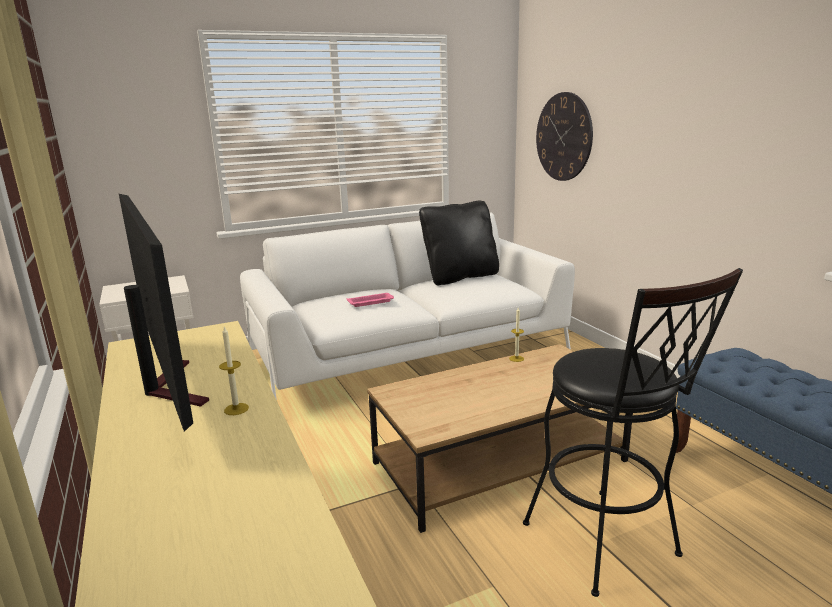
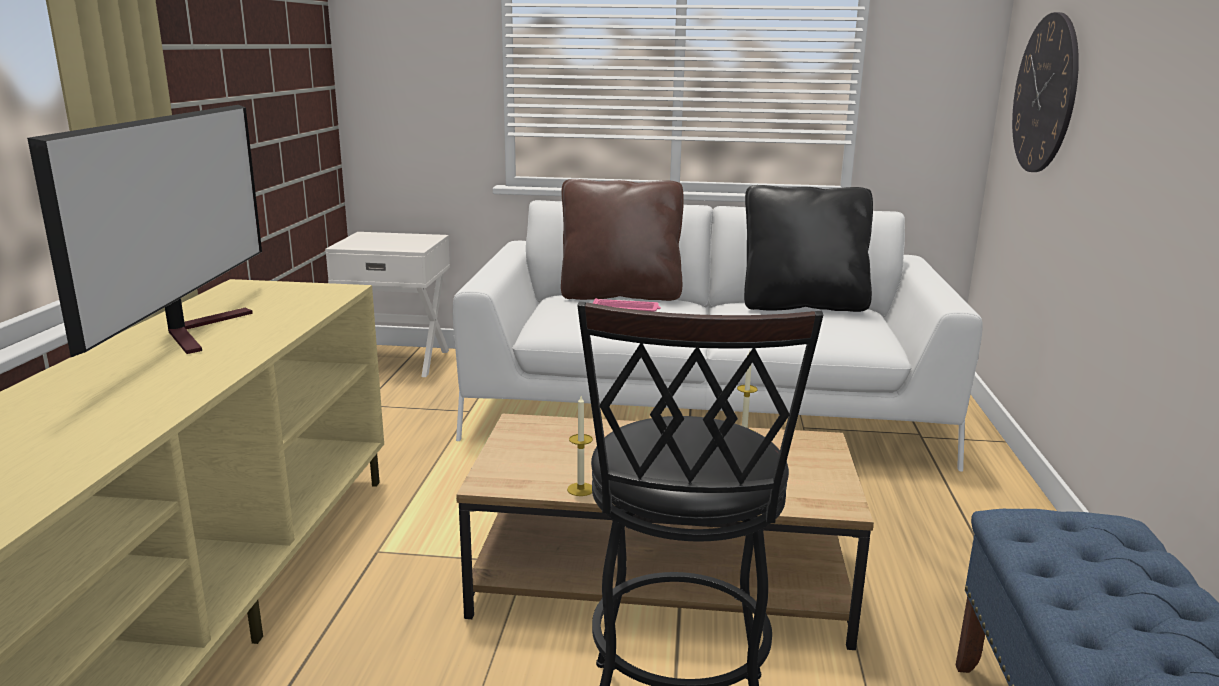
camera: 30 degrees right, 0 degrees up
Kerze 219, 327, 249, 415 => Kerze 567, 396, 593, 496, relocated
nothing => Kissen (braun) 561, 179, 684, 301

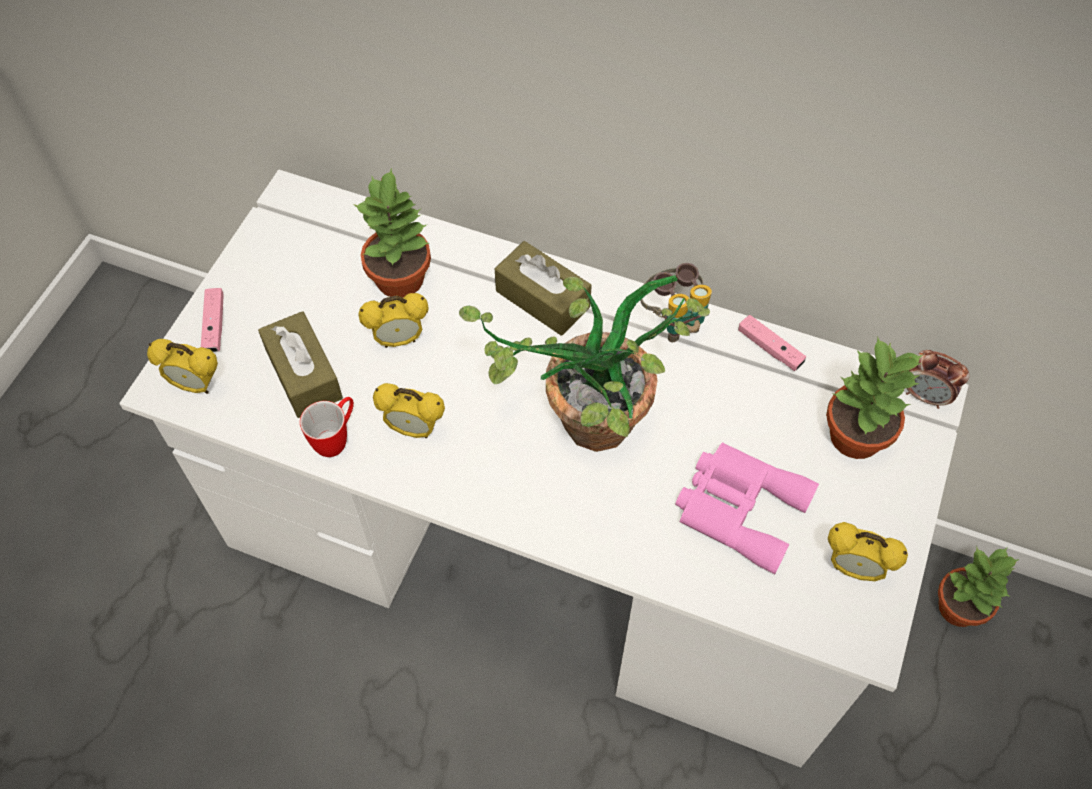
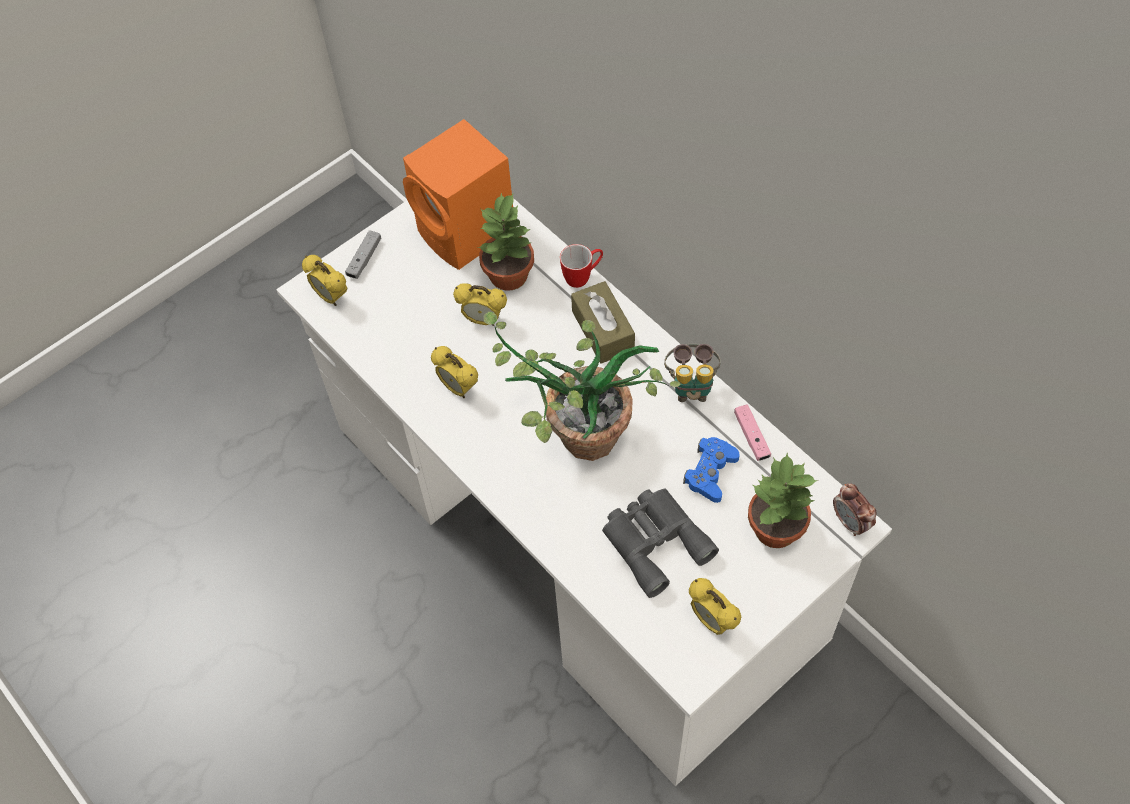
camera: 30 degrees right, 0 degrees up
Gamepad (rosa) 201, 288, 224, 352 => Gamepad (grau) 345, 231, 381, 279
Taschentuchbox (braun) 258, 311, 343, 418 => nothing
Henkelbecher 300, 397, 354, 457 => Henkelbecher 560, 244, 603, 288, relocated
Fernglas (rosa) 675, 442, 819, 574 => Fernglas (grau) 602, 488, 719, 598
Topfpflanze 938, 547, 1019, 627 => nothing
nothing => Lautsprecher (orange) 403, 119, 513, 270
nothing => Gamepad (blau) 683, 437, 740, 503

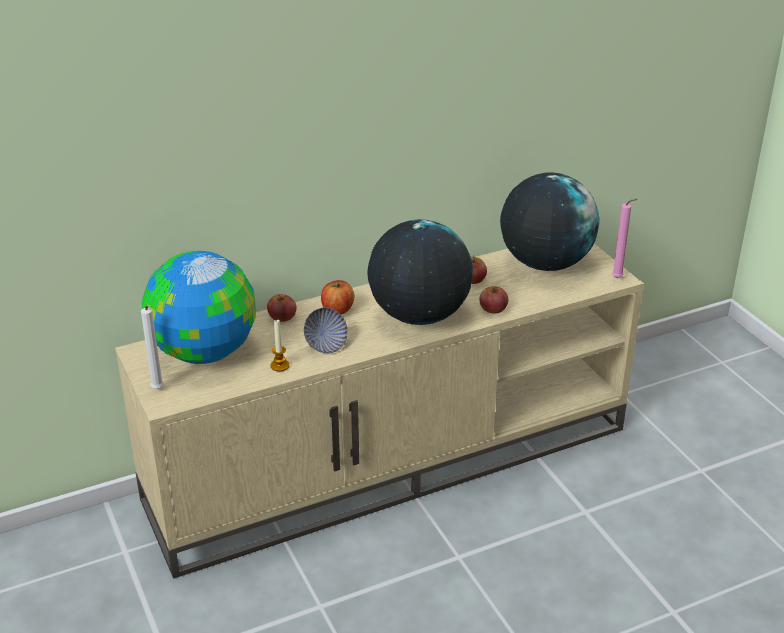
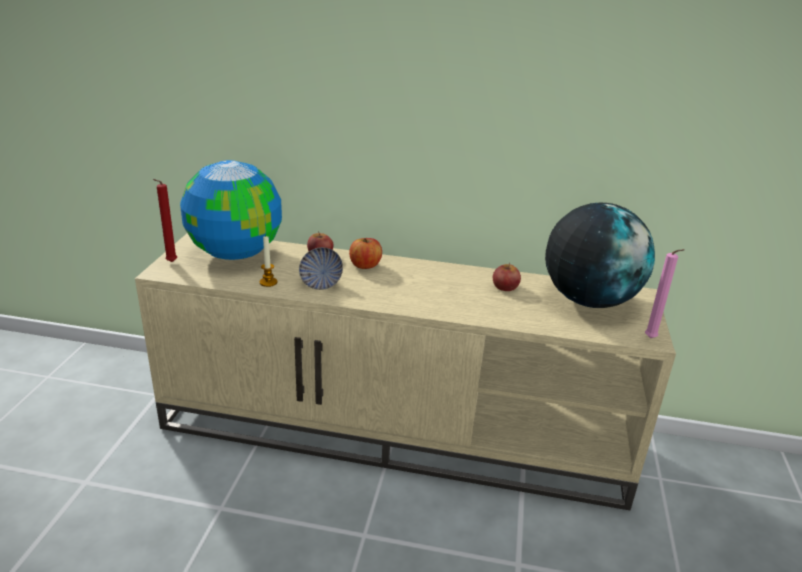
camera: 35 degrees right, 5 degrees down
Kerze (weiß) 141, 306, 164, 389 => Kerze (rot) 153, 179, 177, 262
Globus 367, 219, 473, 325 => nothing
Apfel 479, 286, 508, 314 => nothing

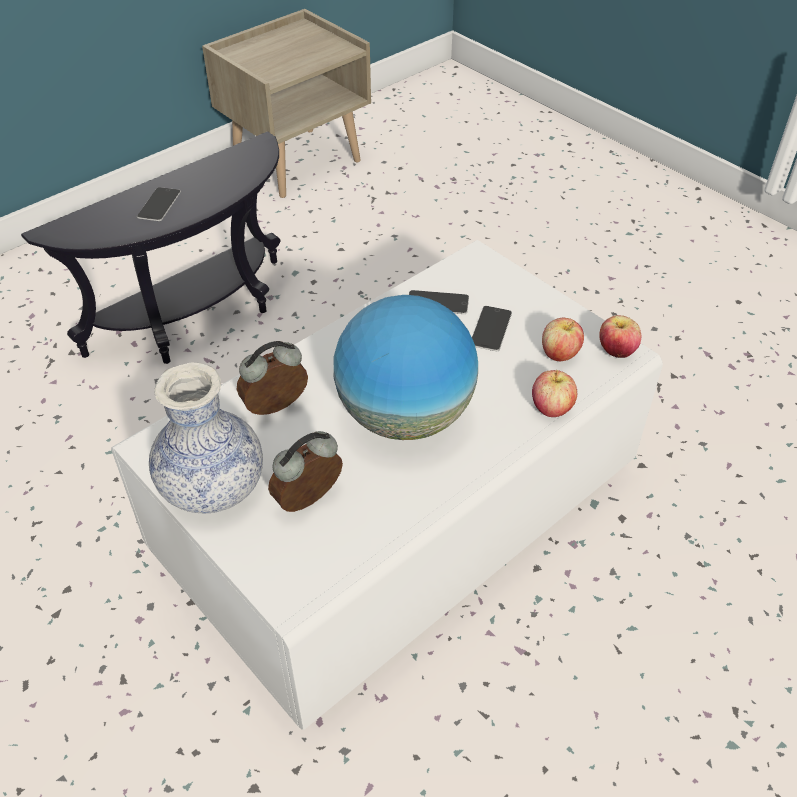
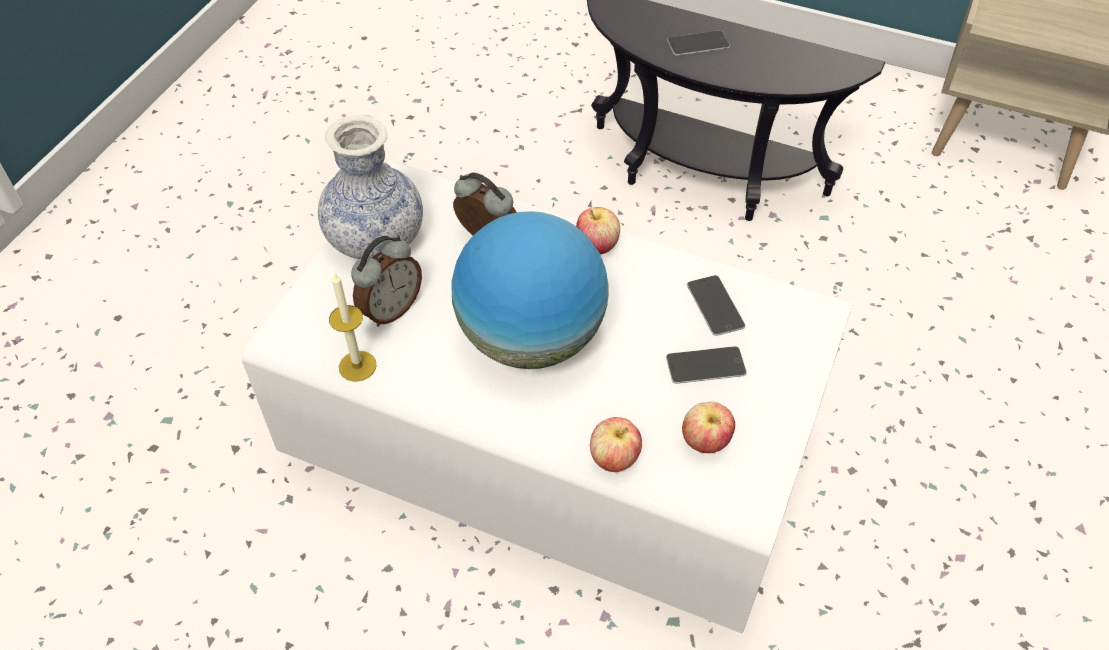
camera: 65 degrees right, 5 degrees up
Wecker 268, 431, 343, 512 => Wecker 351, 236, 422, 327, 105 degrees clockwise
Apfel 599, 315, 641, 358 => Apfel 576, 207, 620, 254, relocated
nothing => Kerze 329, 274, 377, 382

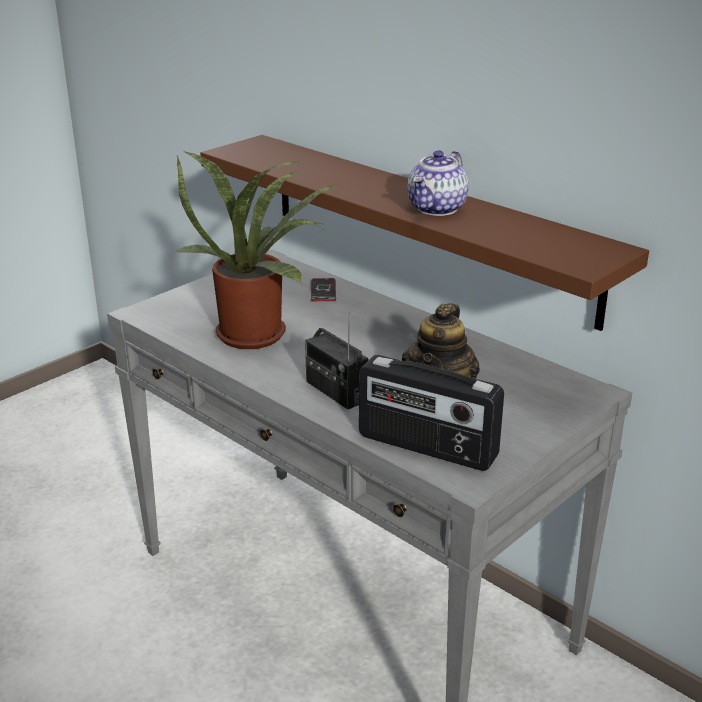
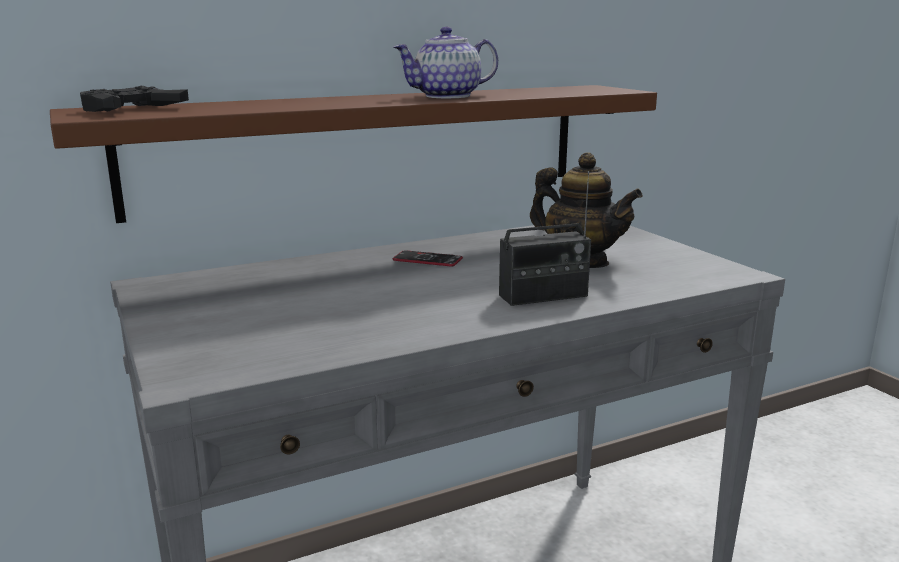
camera: 70 degrees left, 10 degrees down
Topfpflanze 176, 151, 338, 349 => nothing
Handy 311, 278, 336, 301 => Handy 393, 250, 463, 266, relocated
Radio 359, 355, 504, 471 => nothing
Teekanne 407, 150, 469, 216 => Teekanne 393, 27, 498, 98, 105 degrees clockwise
nothing => Gamepad (schwarz) 80, 86, 189, 112

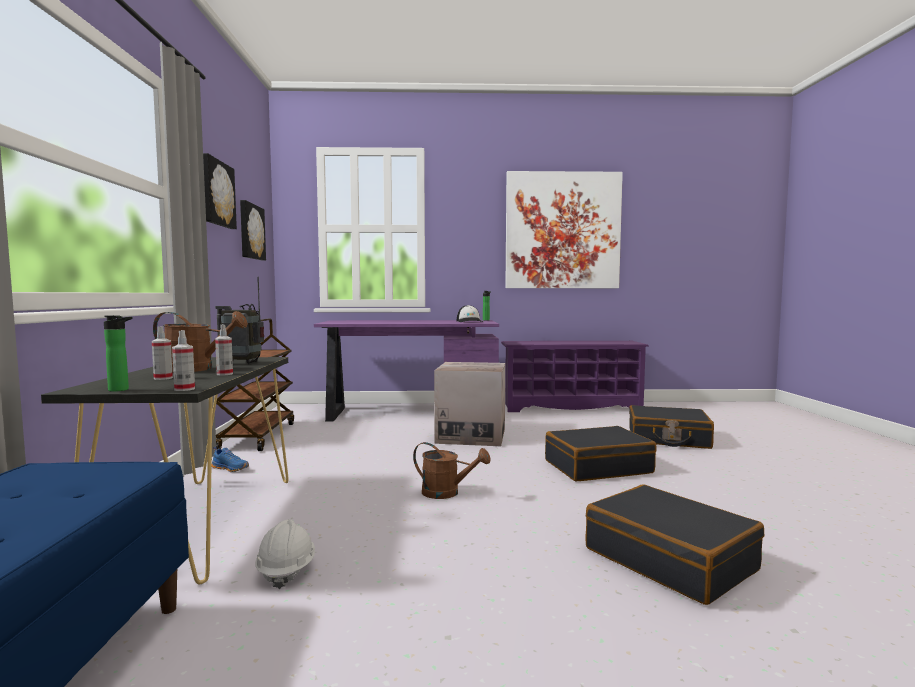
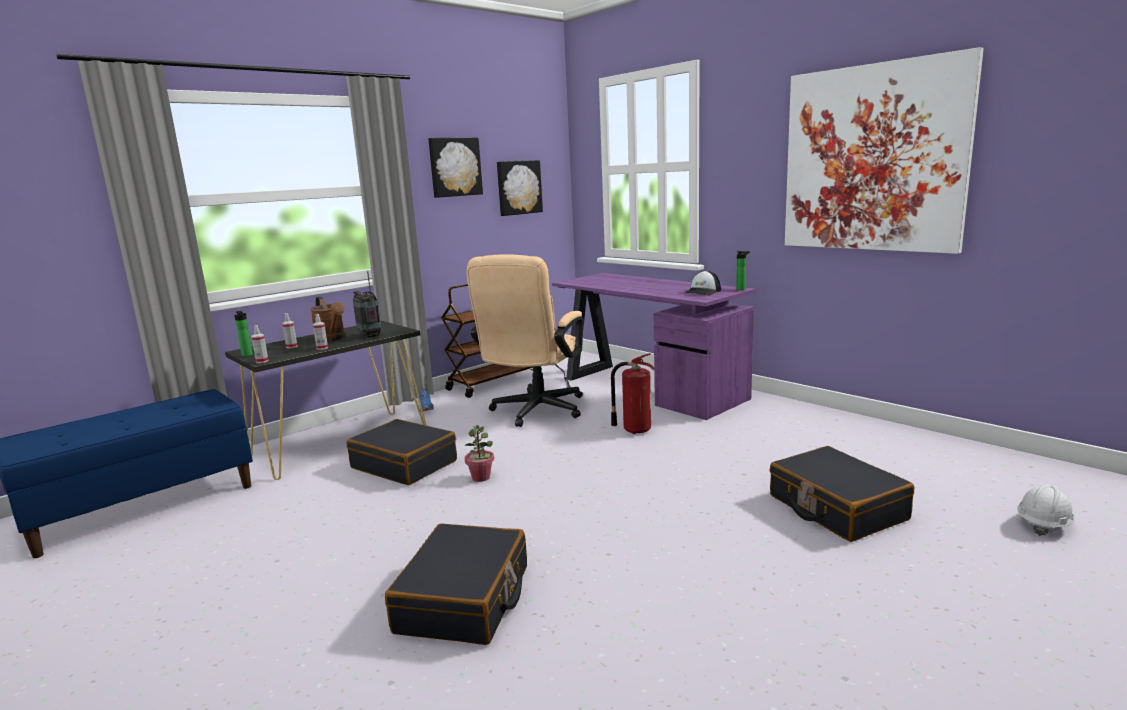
camera: 50 degrees right, 10 degrees up
Schutzhelm (weiß) 255, 519, 315, 589 => Schutzhelm (weiß) 1017, 484, 1075, 536, relocated
Gießkanne (braun) 413, 442, 490, 499 => Topfpflanze 464, 425, 494, 482
Karton 434, 362, 505, 446 => Feuerlöscher 611, 353, 655, 434
Schuhregal (lila) 501, 341, 649, 412 => nothing
Koffer (schwarz) 545, 426, 656, 482 => Koffer (schwarz) 347, 419, 457, 485, relocated
nothing => Bürostuhl (beige) 467, 254, 583, 427

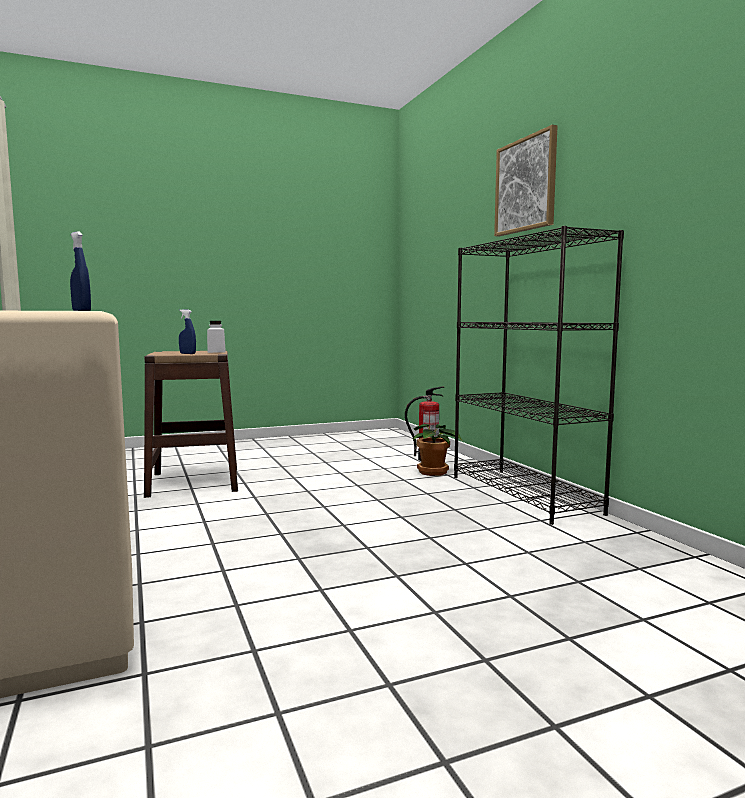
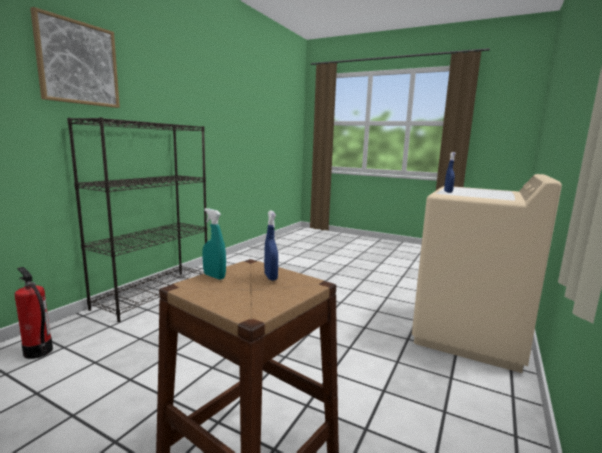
camera: 130 degrees left, 5 degrees up
Vorratsglas (weiß) 207, 321, 226, 353 => Sprühflasche (türkis) 202, 208, 226, 280
Topfpflanze 413, 424, 462, 476 => nothing

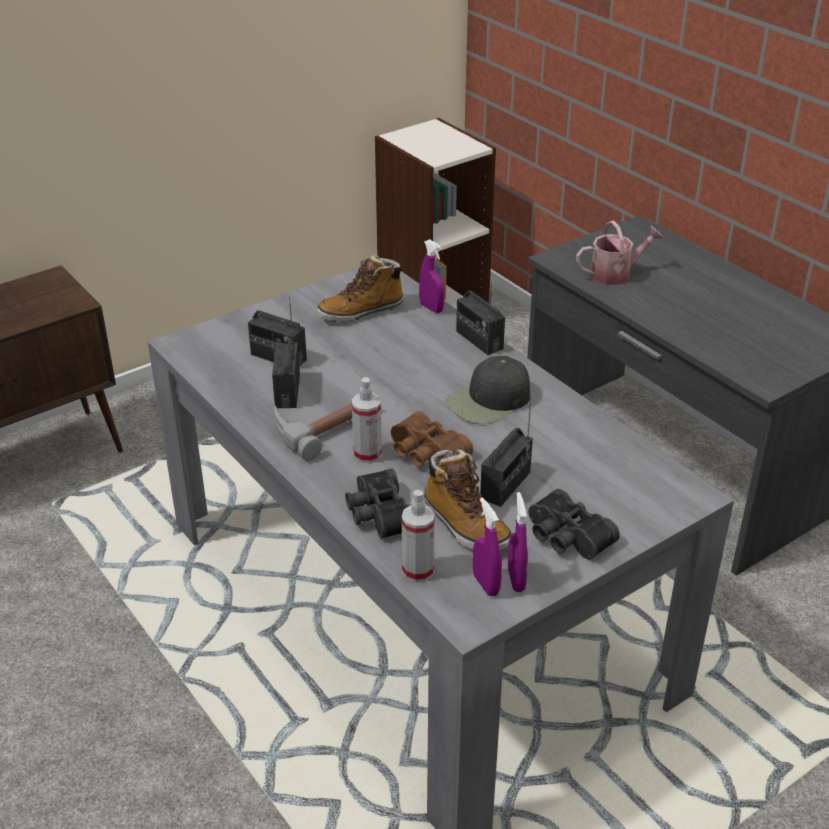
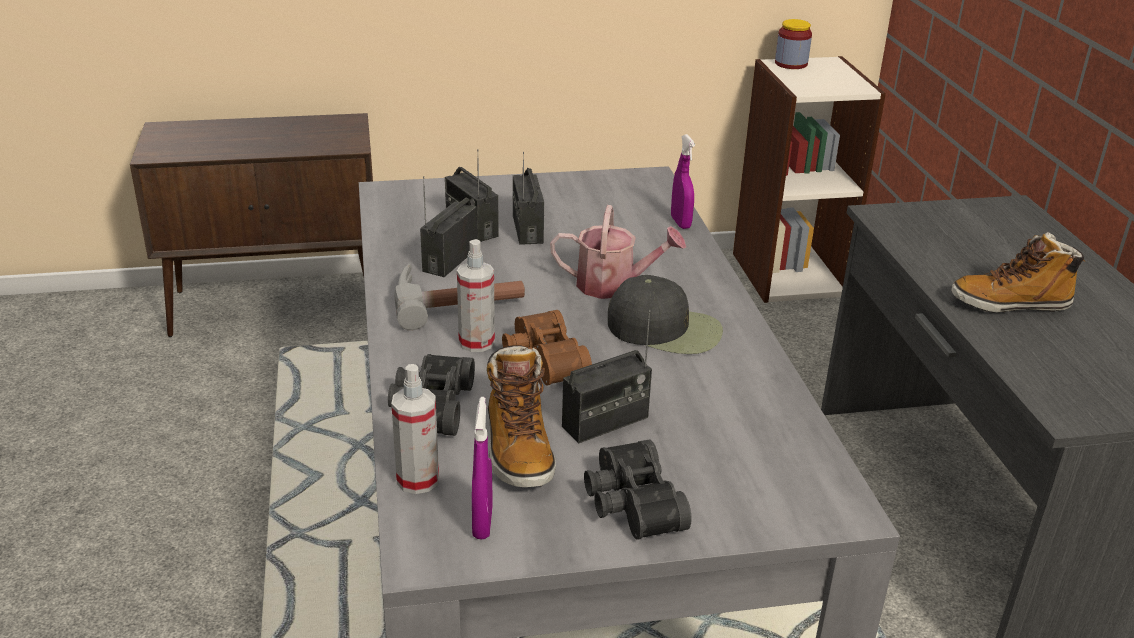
camera: 25 degrees right, 5 degrees down
Stiefel 317, 254, 403, 323 => Stiefel 951, 232, 1086, 312, relocated
Kappe (schwarz) 447, 356, 530, 424 => Kappe (schwarz) 608, 275, 723, 354, 150 degrees counterclockwise
Radio 456, 282, 505, 355 => Radio 513, 152, 544, 245, relocated
Sprühflasche (lila) 508, 492, 528, 592 => nothing
Gießkanne 576, 221, 664, 285 => Gießkanne 550, 205, 686, 299, relocated
nothing => Vorratsglas 775, 19, 812, 69

